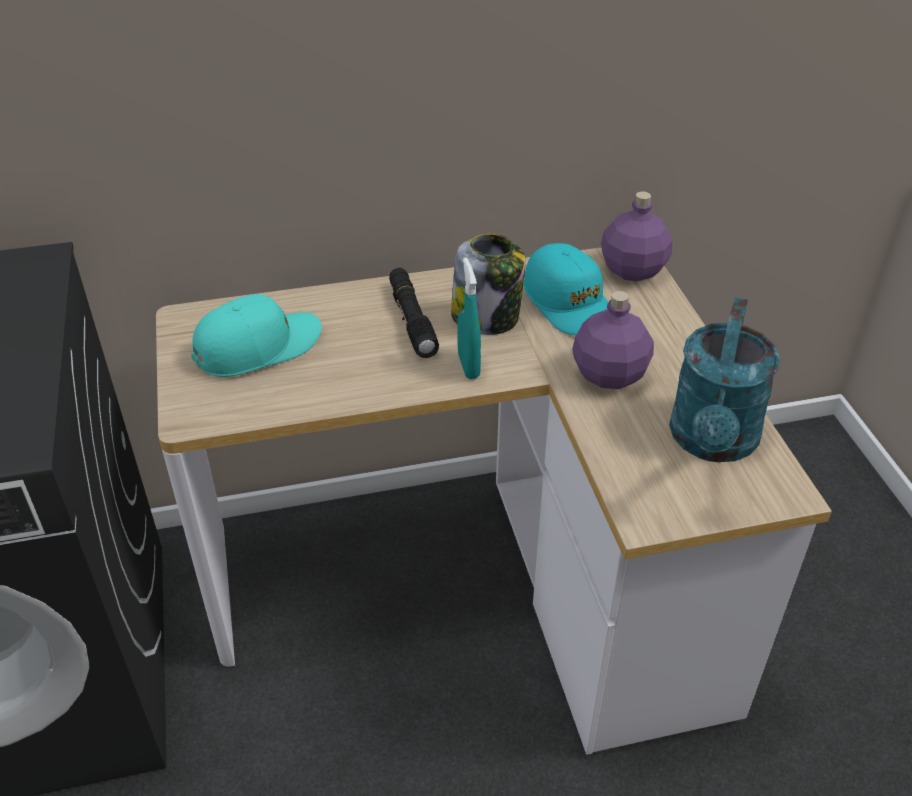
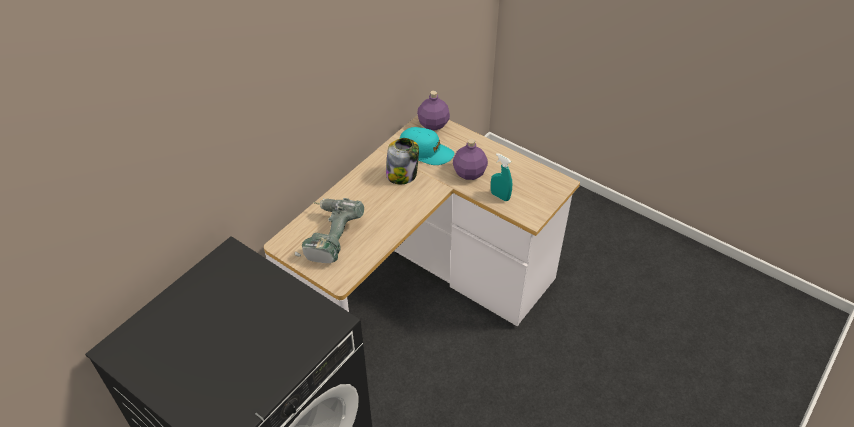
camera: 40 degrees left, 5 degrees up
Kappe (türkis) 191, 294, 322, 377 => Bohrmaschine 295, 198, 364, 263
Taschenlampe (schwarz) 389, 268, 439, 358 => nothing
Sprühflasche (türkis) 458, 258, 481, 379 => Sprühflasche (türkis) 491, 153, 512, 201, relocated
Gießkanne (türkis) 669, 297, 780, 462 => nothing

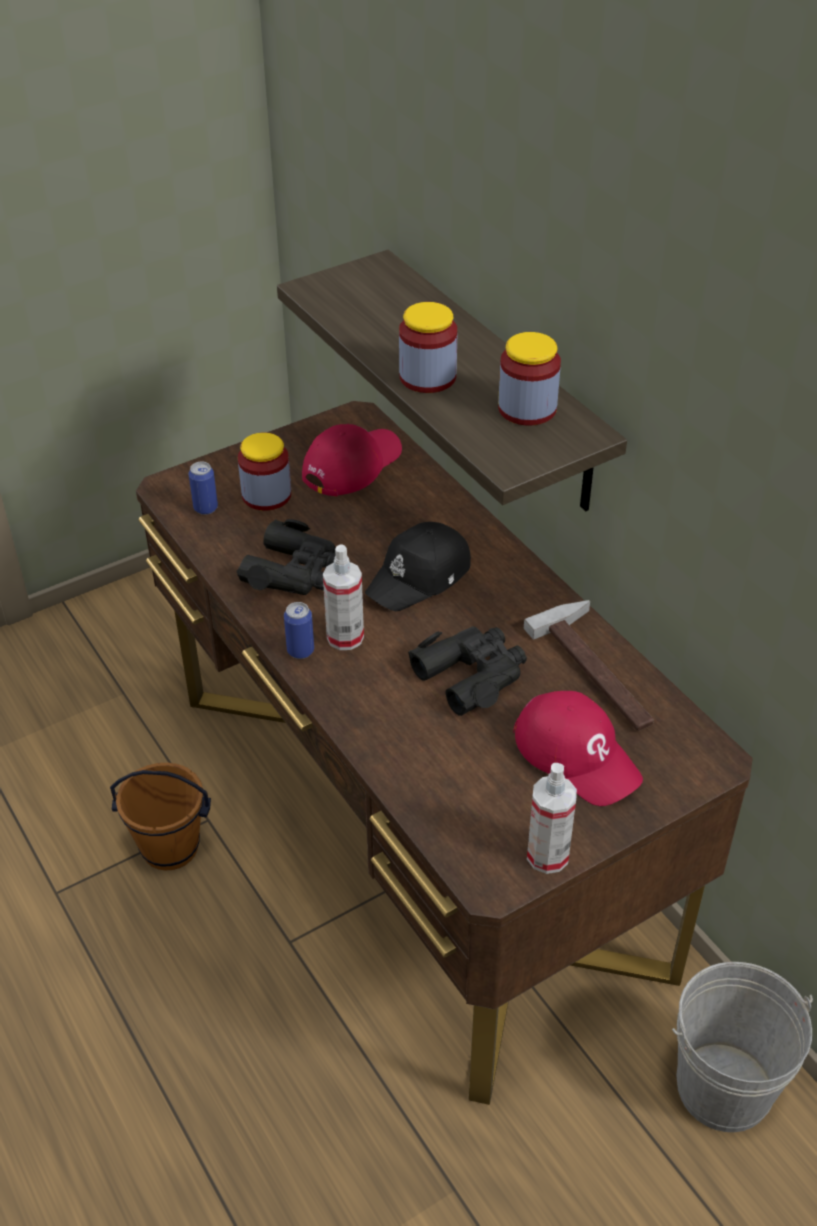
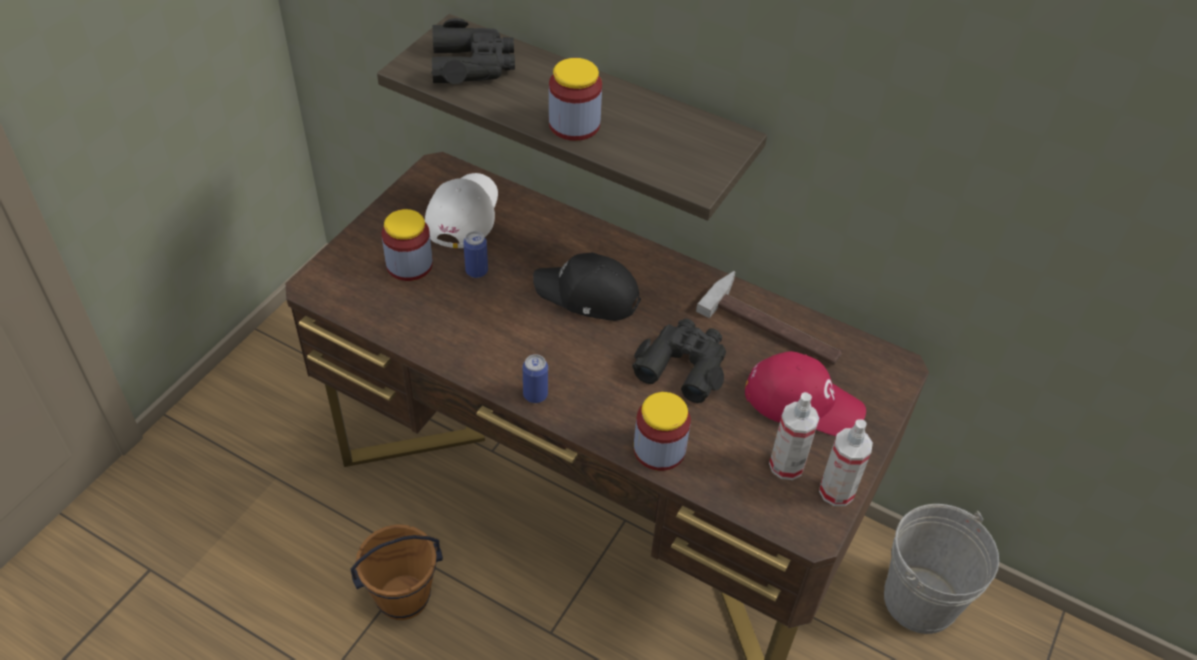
camera: 30 degrees left, 5 degrees up
Dose 189, 462, 218, 515 => Dose 463, 231, 488, 278, relocated
Fernglas (schwarz) 237, 519, 336, 595 => Fernglas (schwarz) 431, 18, 515, 84, relocated
Kappe (rot) 302, 424, 402, 497 => Kappe (weiß) 425, 173, 498, 248
Sprühflasche 323, 545, 364, 650 => Sprühflasche 769, 392, 819, 480, relocated
Kappe (schwarz) 365, 522, 471, 611 => Kappe (schwarz) 533, 253, 641, 321, 90 degrees clockwise
Vorratsglas 498, 332, 561, 426 => Vorratsglas 634, 392, 691, 471, relocated

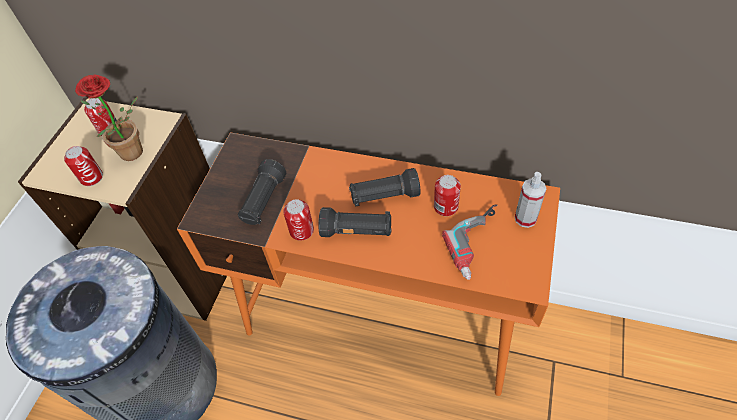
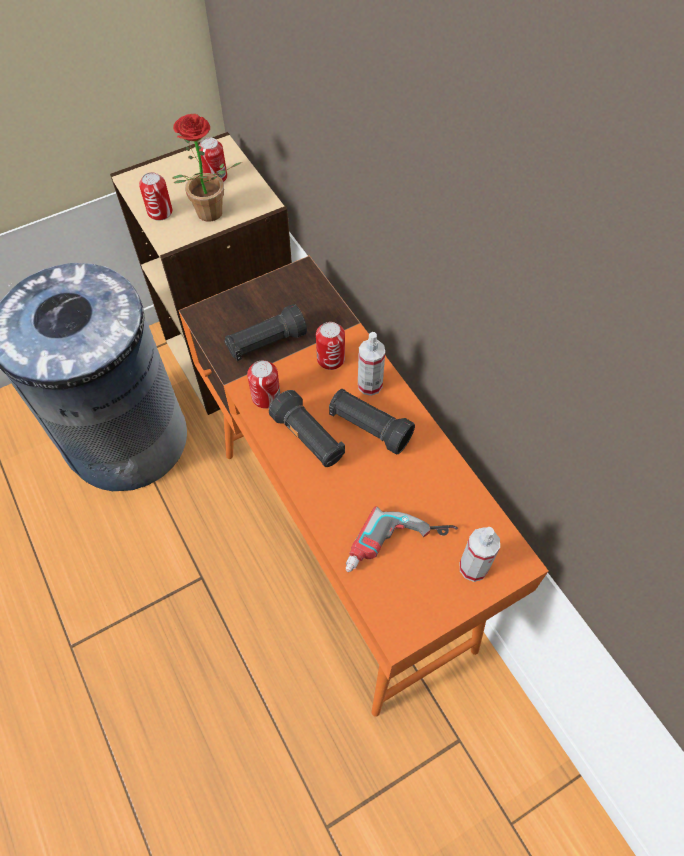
camera: 40 degrees right, 5 degrees up
Dose 434, 175, 461, 216 => Dose 316, 322, 345, 370, relocated
nothing => Sprühflasche 358, 332, 385, 396

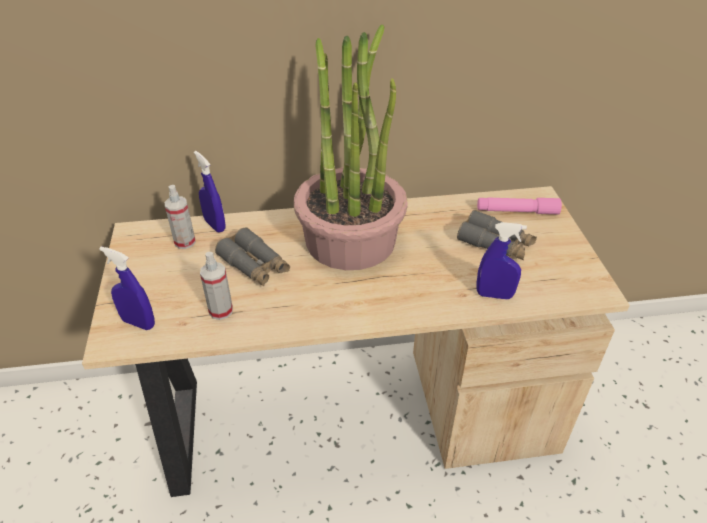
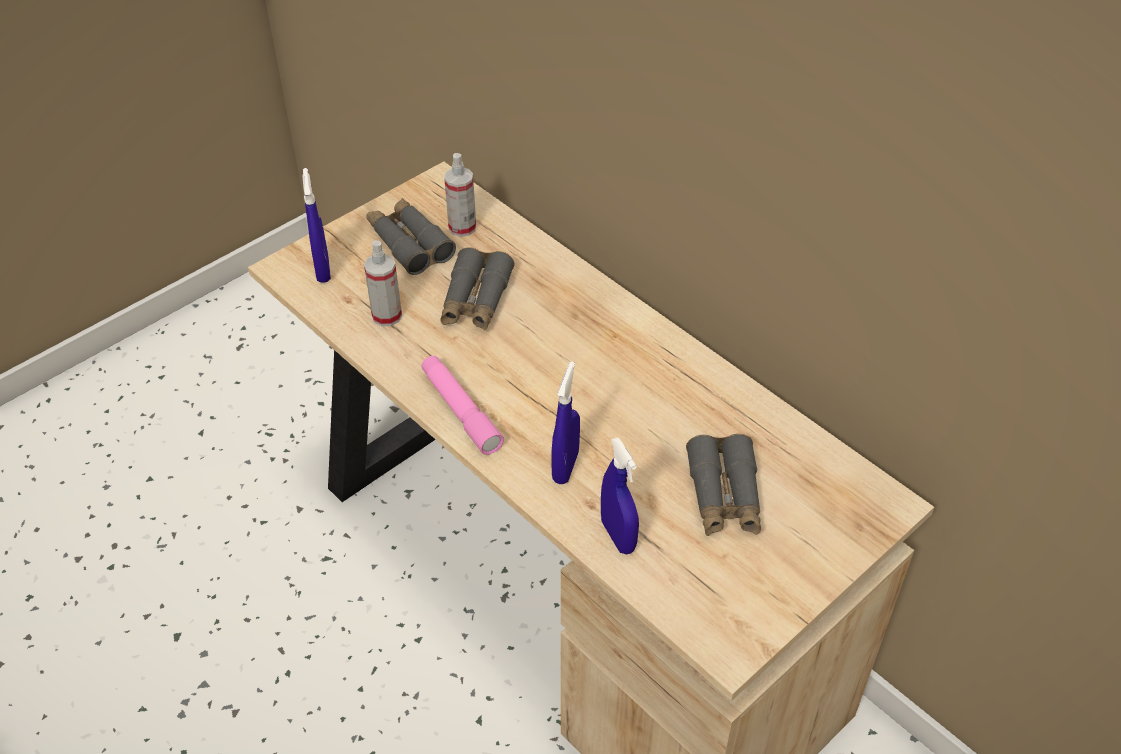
camera: 55 degrees right, 5 degrees up
Sprühflasche (blau) 194, 151, 226, 233 => Sprühflasche (blau) 552, 361, 580, 484, relocated
Topfpflanze 294, 25, 407, 270 => nothing
Taschenlampe (rosa) 477, 198, 562, 215 => Taschenlampe (rosa) 422, 356, 504, 455, relocated
nothing => Fernglas (grau) 366, 198, 456, 275

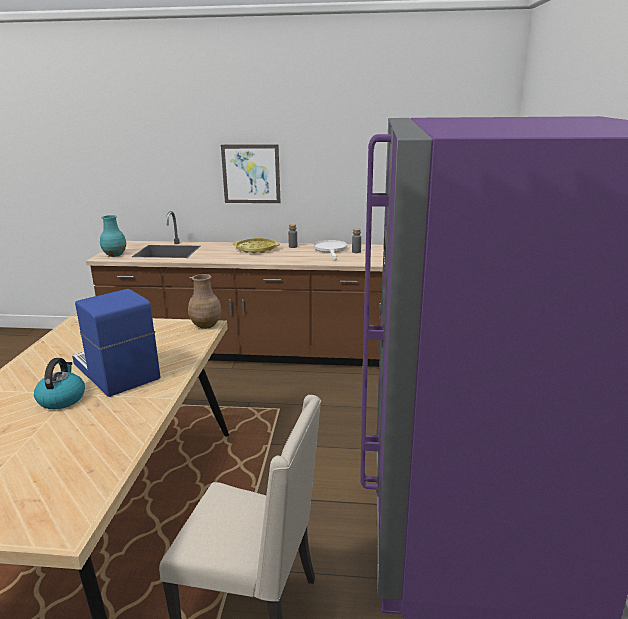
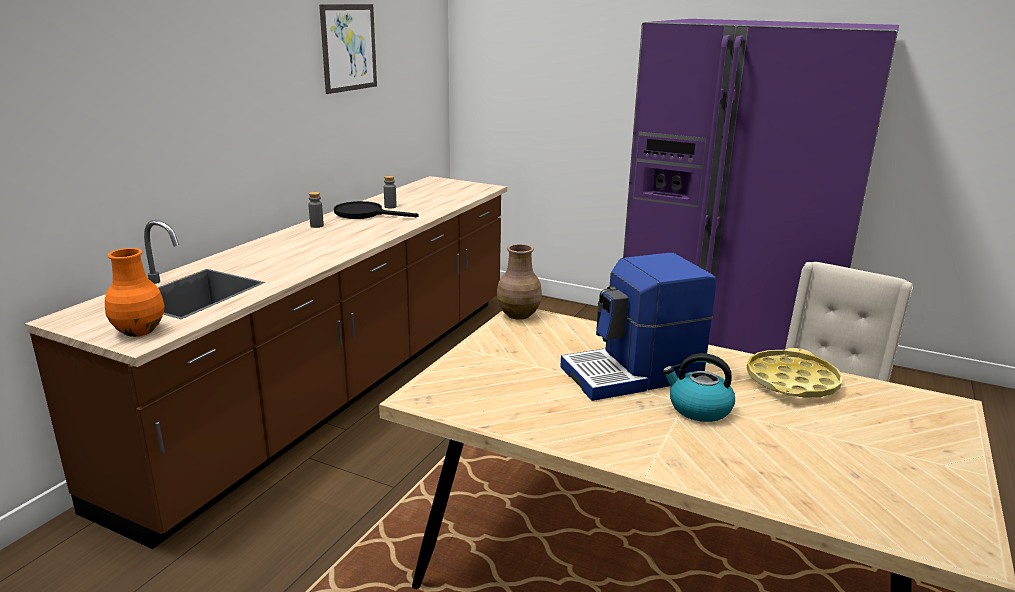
camera: 70 degrees left, 0 degrees up
Vase (türkis) 100, 215, 126, 257 => Vase (orange) 105, 248, 165, 337
Bild 221, 144, 281, 203 => Bild 319, 4, 377, 94, relocated
Tablett (gelb) 232, 238, 280, 253 => Tablett (gelb) 747, 348, 843, 398, relocated
Pfanne (weiß) 313, 240, 347, 260 => Pfanne (schwarz) 334, 201, 418, 219

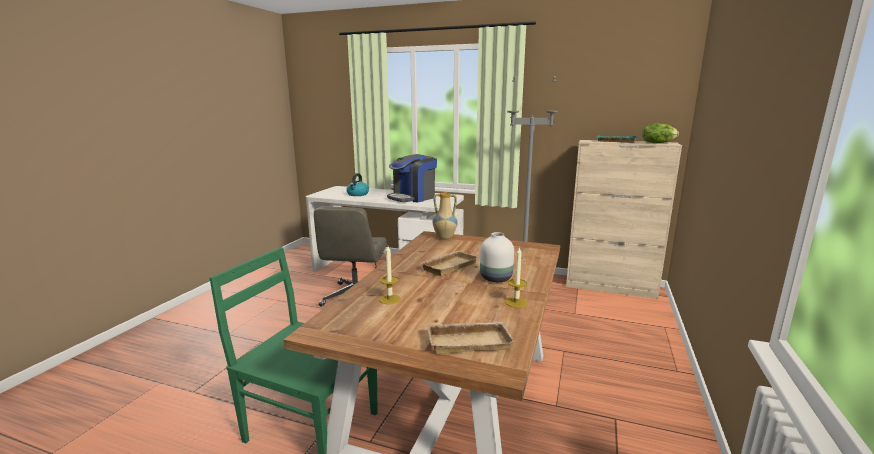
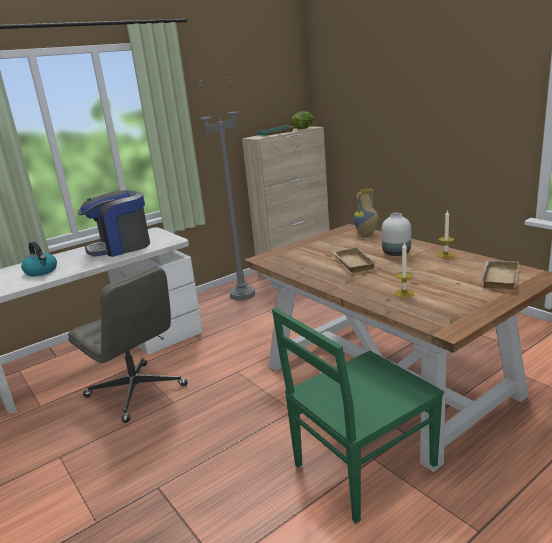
camera: 55 degrees left, 5 degrees up
Kaffeemaschine 387, 154, 437, 203 => Kaffeemaschine 78, 190, 150, 257, 75 degrees clockwise
Vase 433, 193, 458, 240 => Vase 353, 188, 379, 235, relocated

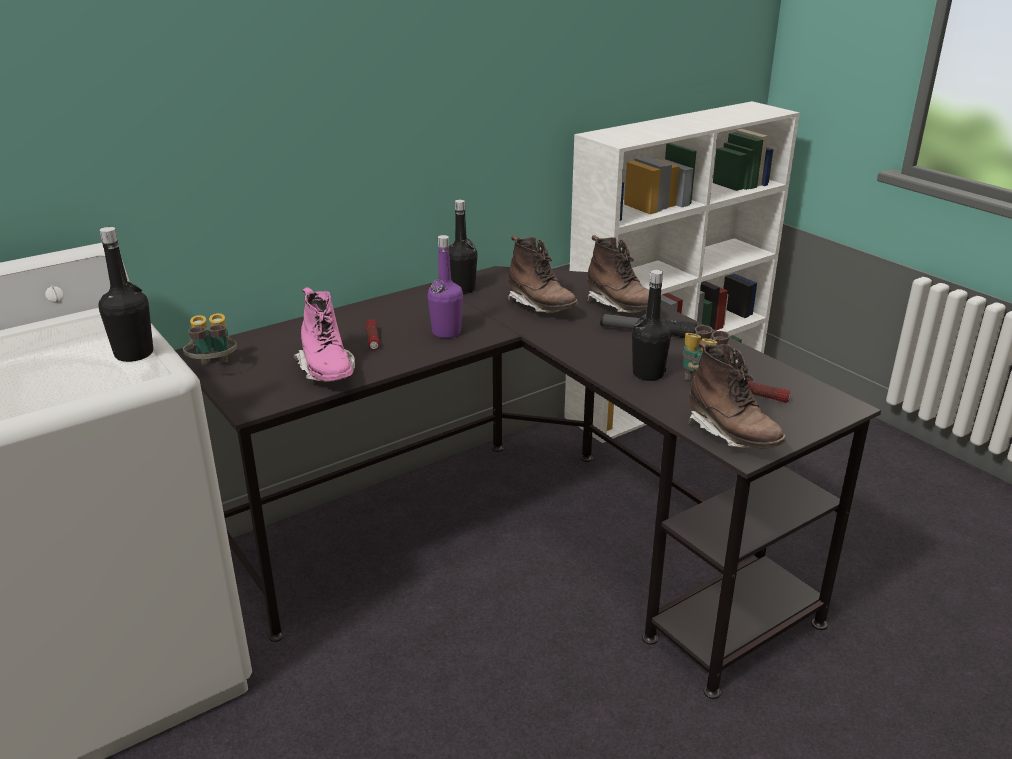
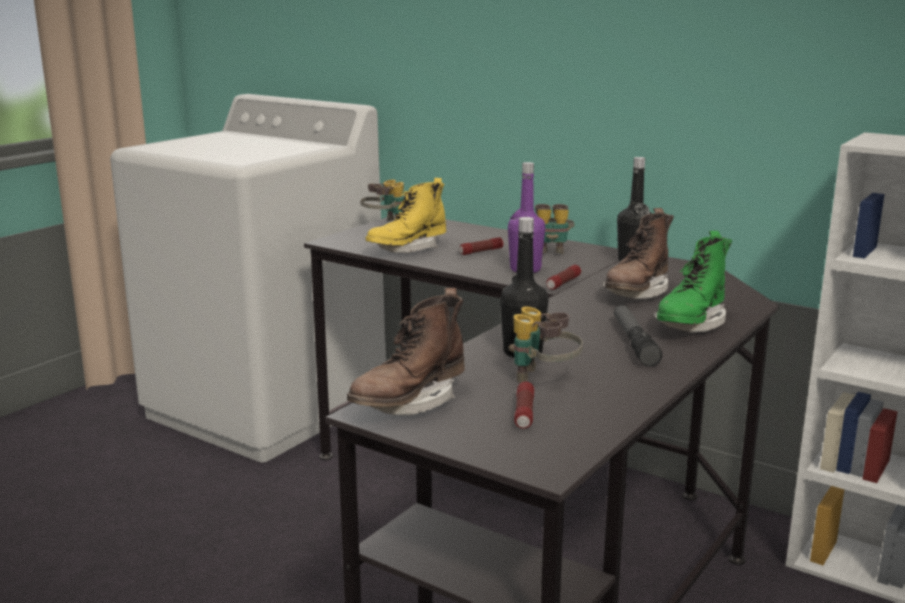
camera: 70 degrees right, 10 degrees down
Flasche (schwarz) 98, 227, 153, 362 => nothing
Stiefel (rosa) 294, 287, 355, 382 => Stiefel (gelb) 365, 178, 446, 253
Stiefel (braun) 587, 235, 649, 314 => Stiefel (grün) 653, 231, 732, 333
nothing => Fernglas 535, 204, 574, 254
nothing => Taschenlampe 546, 265, 581, 290

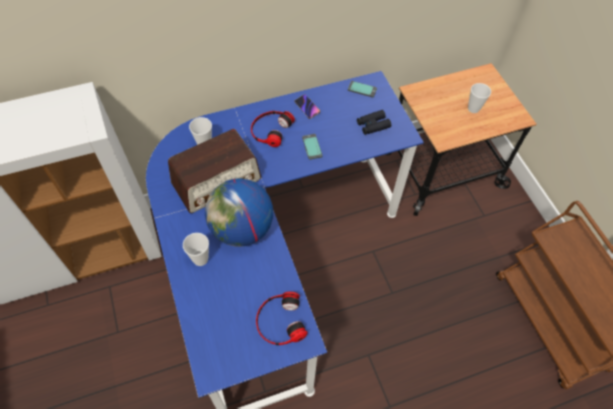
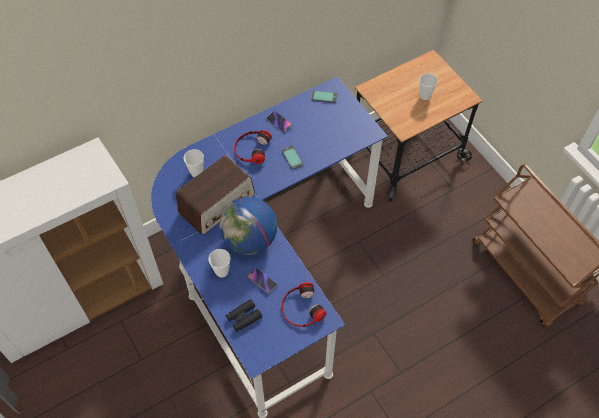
camera: 10 degrees left, 0 degrees up
Fernglas (schwarz) 357, 110, 391, 135 => Fernglas (schwarz) 226, 299, 263, 332, relocated
nothing => Handy 248, 268, 278, 293

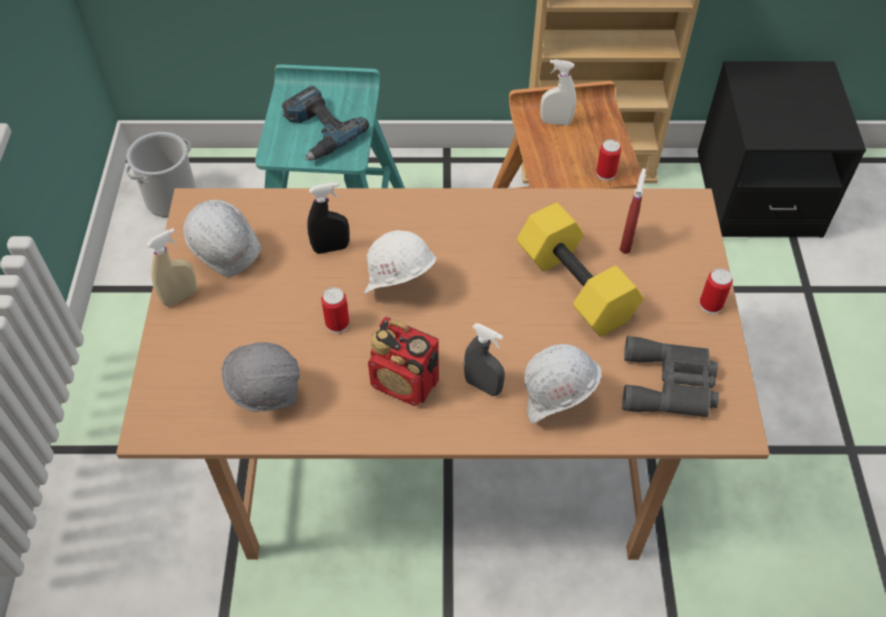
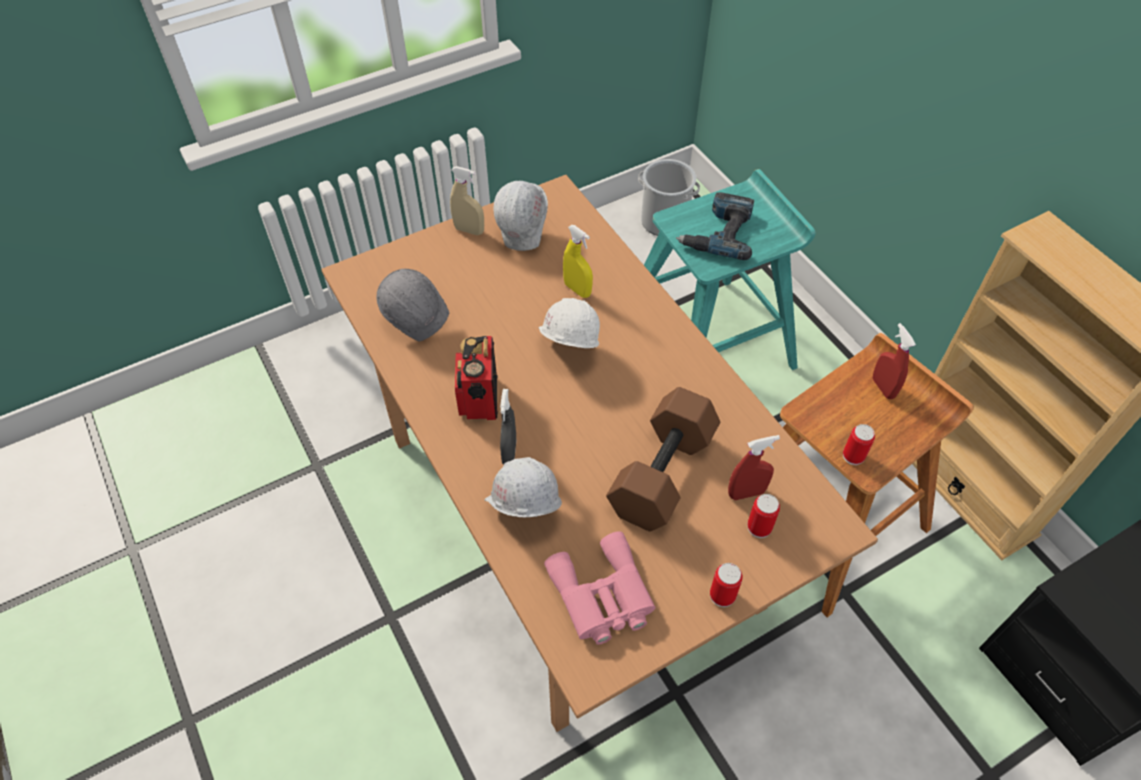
camera: 60 degrees right, 0 degrees up
Sprühflasche (schwarz) 307, 182, 349, 254 => Sprühflasche (gelb) 563, 225, 593, 298
Dose 321, 287, 349, 333 => Dose 747, 494, 780, 538, relocated
Hantel (gelb) 517, 202, 643, 337 => Hantel (braun) 606, 387, 720, 531
Sprühflasche (weiß) 540, 60, 576, 126 => Sprühflasche (rot) 873, 323, 916, 399
Fernglas (grau) 622, 336, 719, 417 => Fernglas (rosa) 544, 531, 655, 645

